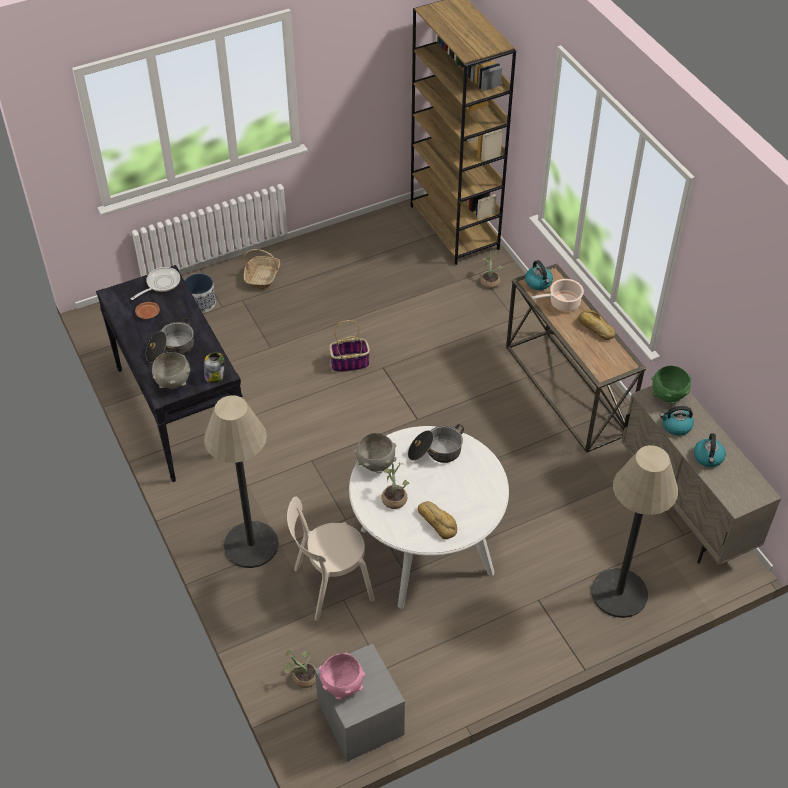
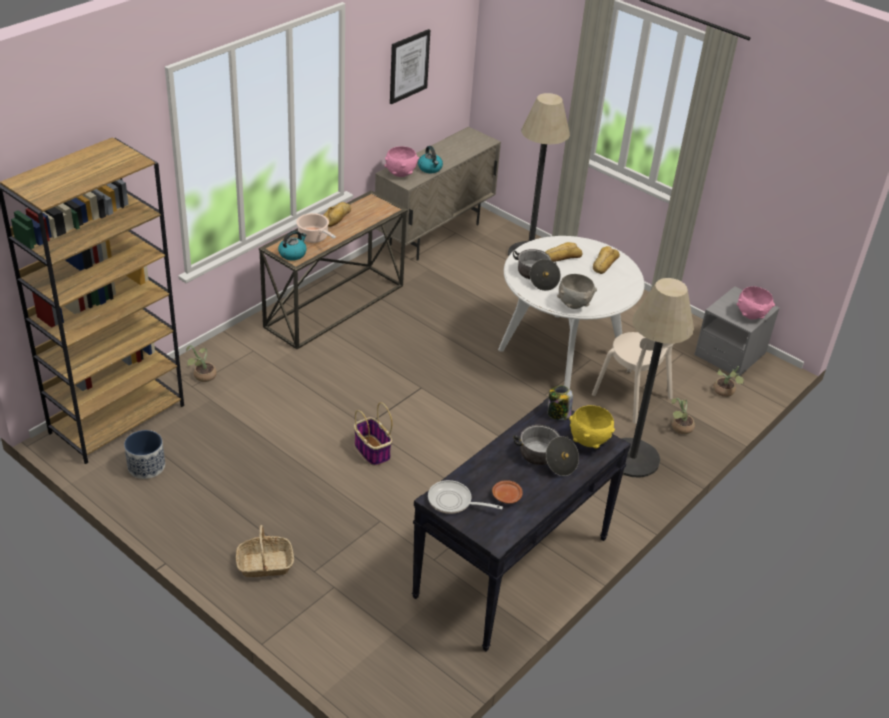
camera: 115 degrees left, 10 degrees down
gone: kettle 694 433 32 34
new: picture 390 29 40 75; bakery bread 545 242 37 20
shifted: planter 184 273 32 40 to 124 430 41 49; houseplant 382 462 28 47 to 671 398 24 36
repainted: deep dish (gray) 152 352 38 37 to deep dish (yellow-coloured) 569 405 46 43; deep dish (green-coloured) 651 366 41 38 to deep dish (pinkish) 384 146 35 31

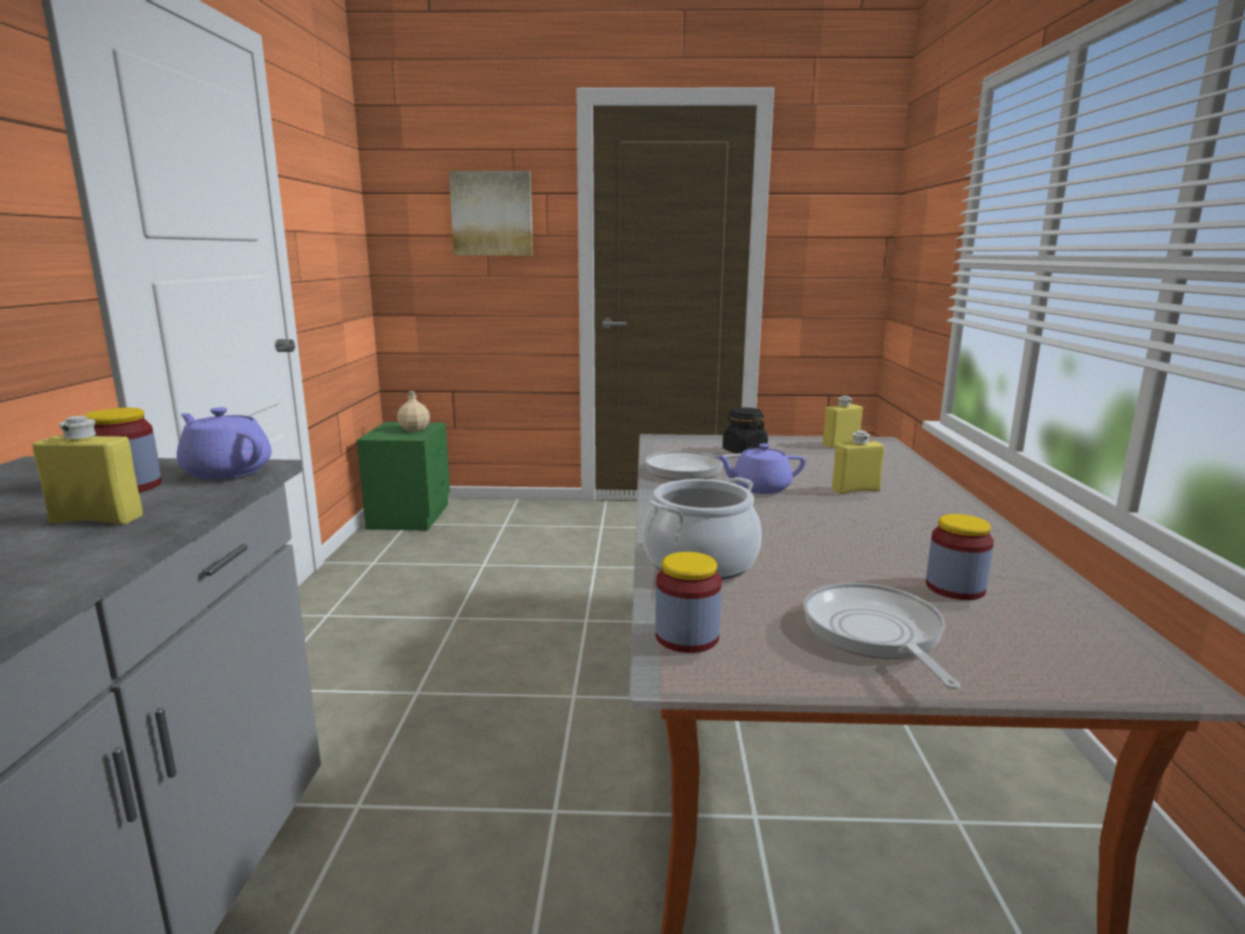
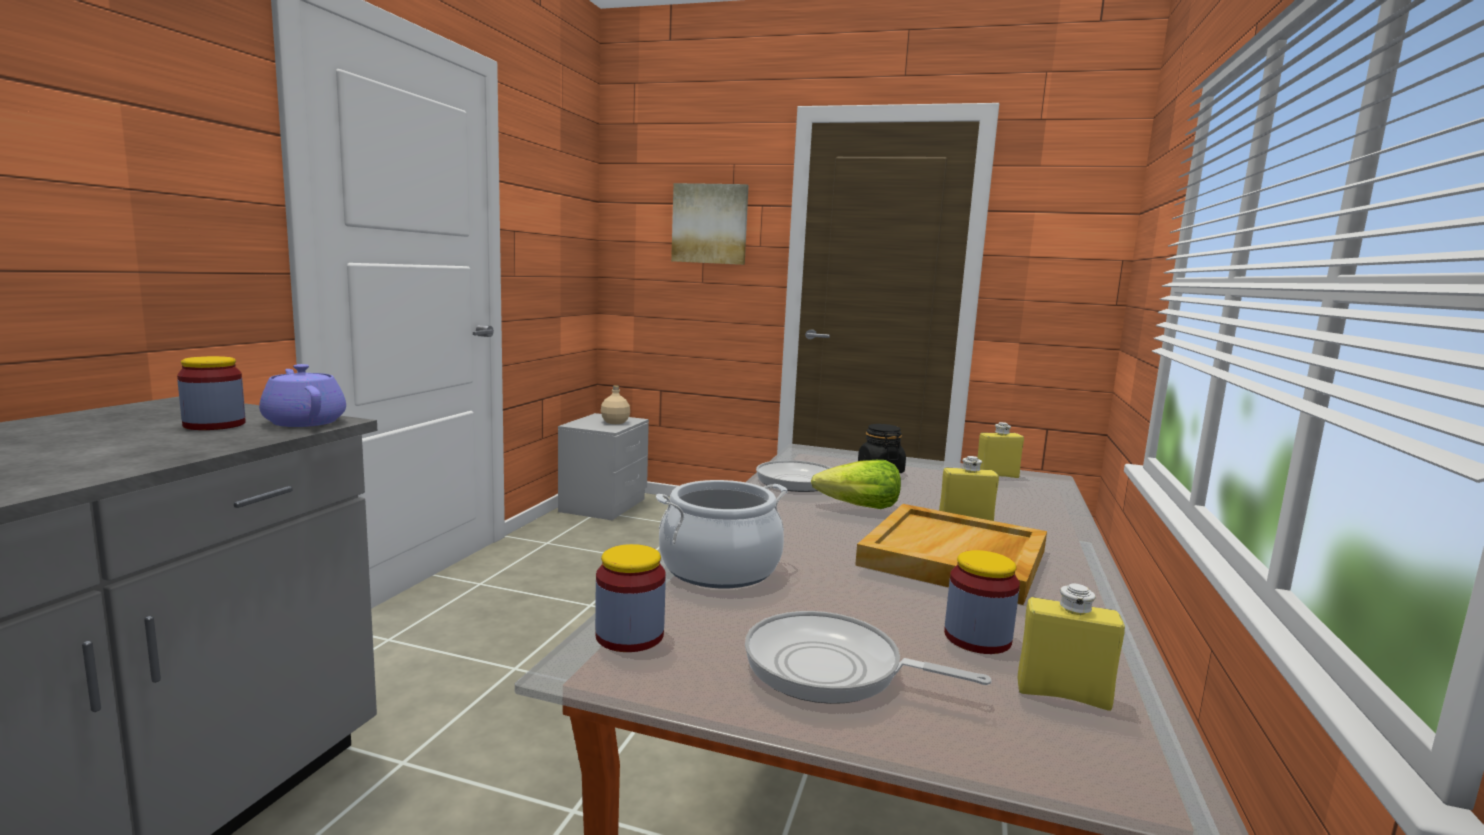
camera: 15 degrees right, 5 degrees down
new: tray (beige) 855 504 192 101
shifted: bottle (yellow-coloured) 32 416 111 108 to 1017 584 108 127
swapped: tea pot (purplish) 716 443 89 51 to lettuce head 811 460 90 49
repainted: nightstand (green-coloured) 357 422 93 109 to nightstand (gray) 558 413 91 107
rotated: skillet 803 583 157 106 = 745 611 247 93 75 degrees counterclockwise

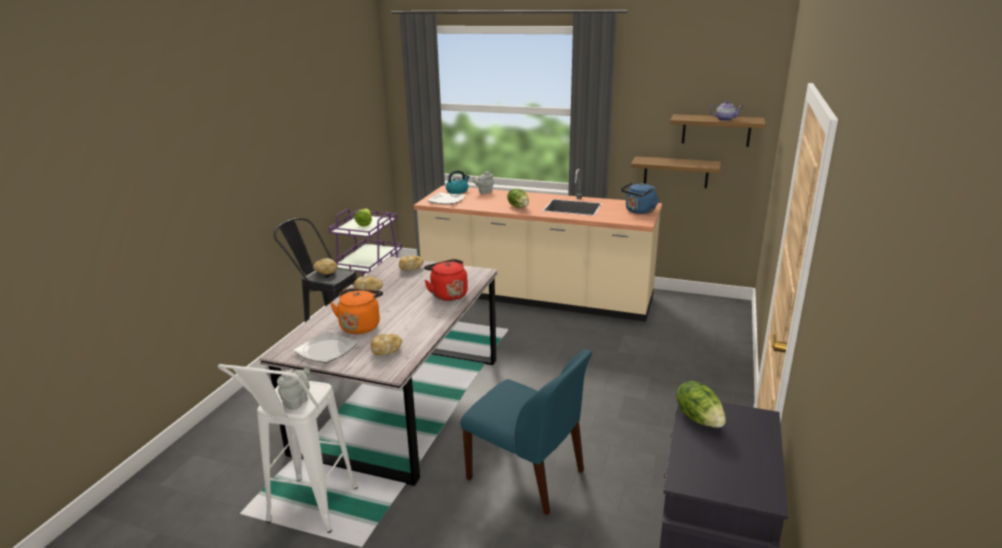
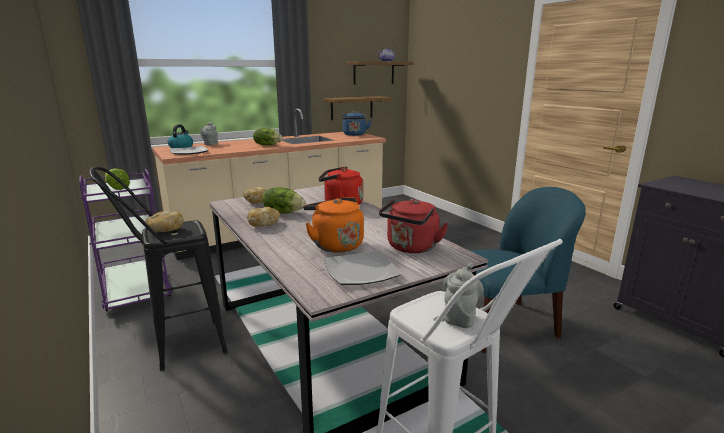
camera: 50 degrees left, 5 degrees down
shifted: lettuce head 676 381 50 47 to 262 187 43 26
swapped: bakery bread 371 334 31 21 to kettle (red) 379 199 70 54
rotated: tea pot (gray) 277 364 33 46 = 443 263 41 65 45 degrees clockwise

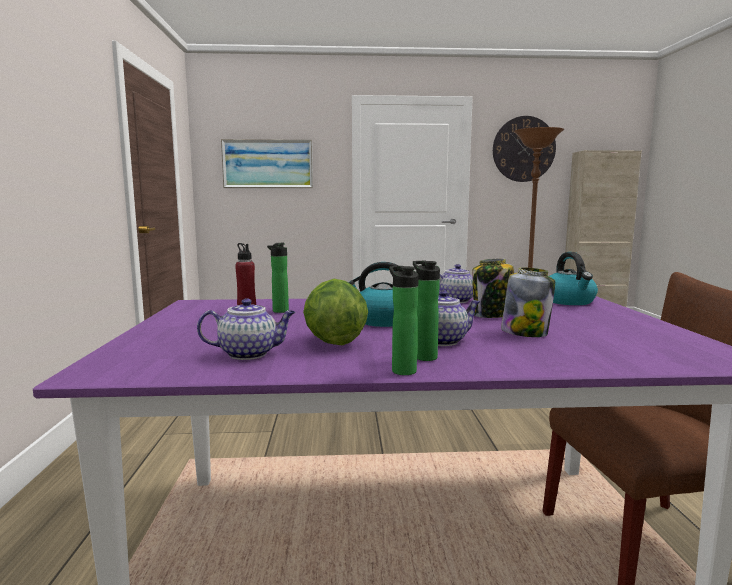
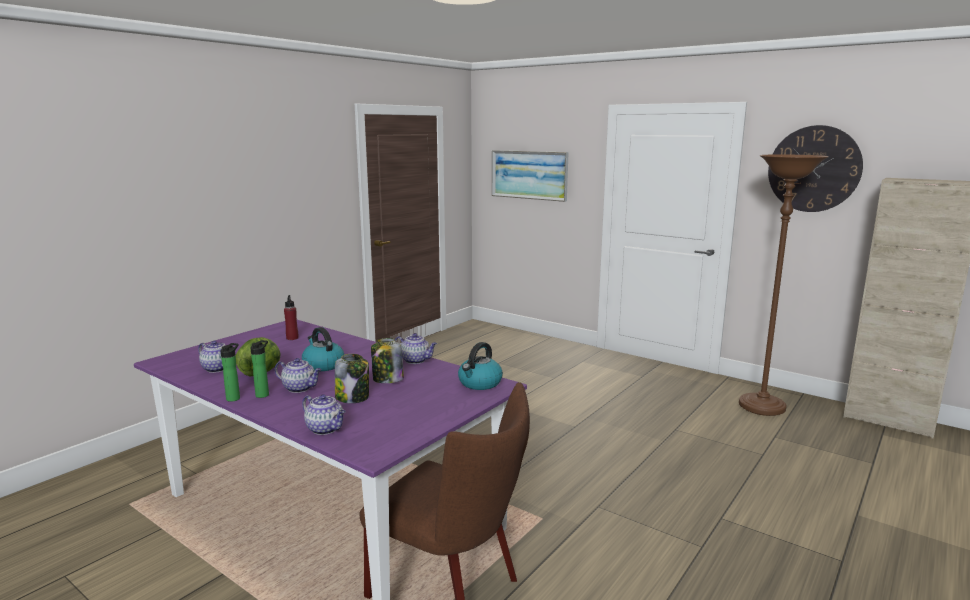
camera: 40 degrees right, 5 degrees up
gone: bottle 267 243 22 70
new: tea pot 302 394 44 41

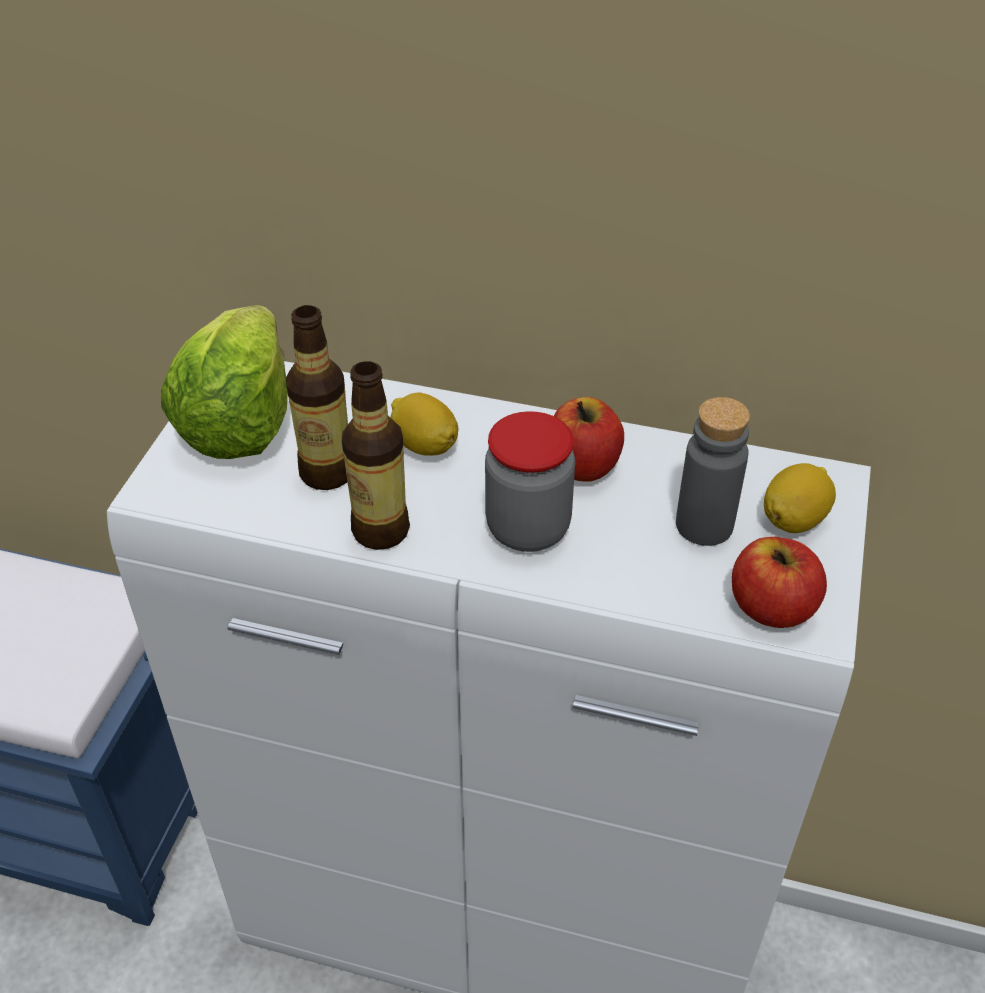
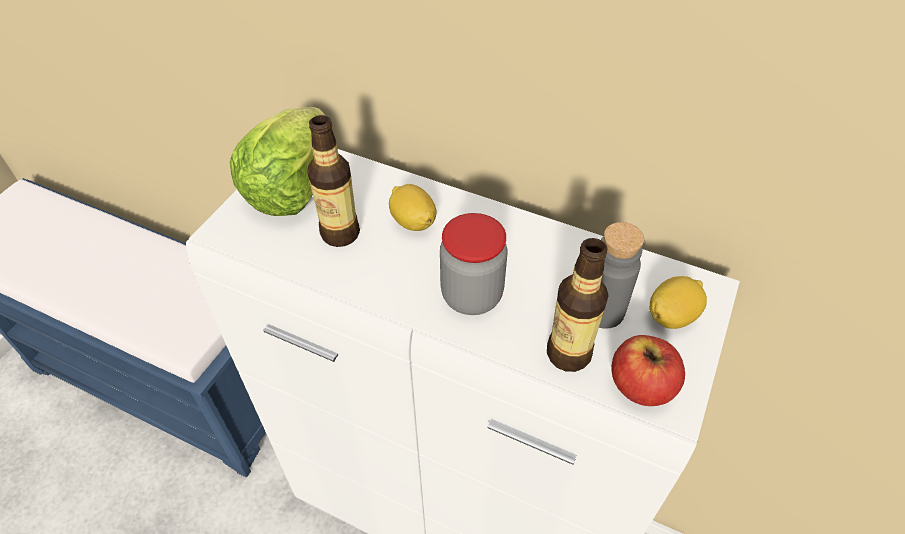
camera: 10 degrees right, 5 degrees up
gone: apple 554 397 70 85
shifted: bottle 342 361 68 189 to 547 238 62 134

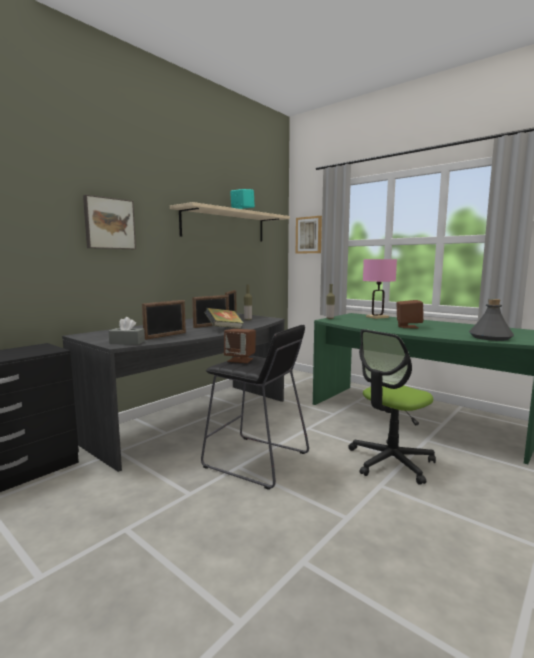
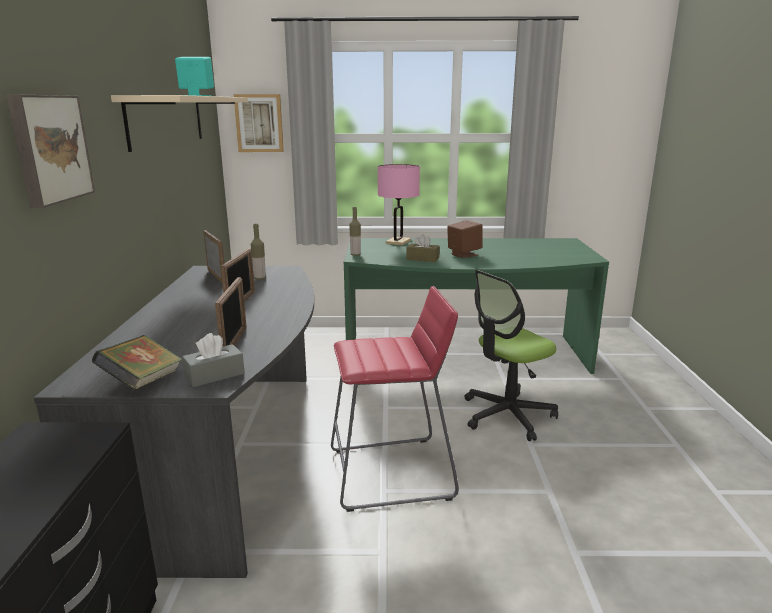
camera: 40 degrees left, 10 degrees up
gone: loudspeaker (brownish) 224 329 32 34; bottle (gray) 469 299 45 42
new: tissue box (brownish) 406 234 33 28
shifted: book 204 308 40 21 to 92 335 90 55
repainted: sitting stool (black) 201 325 108 165 to sitting stool (red) 331 286 128 226
rotated: computer chair 348 329 88 156 = 464 270 94 171 45 degrees clockwise

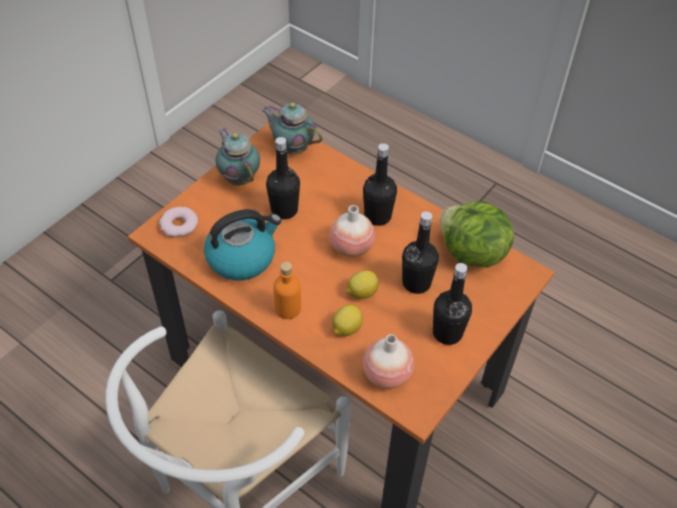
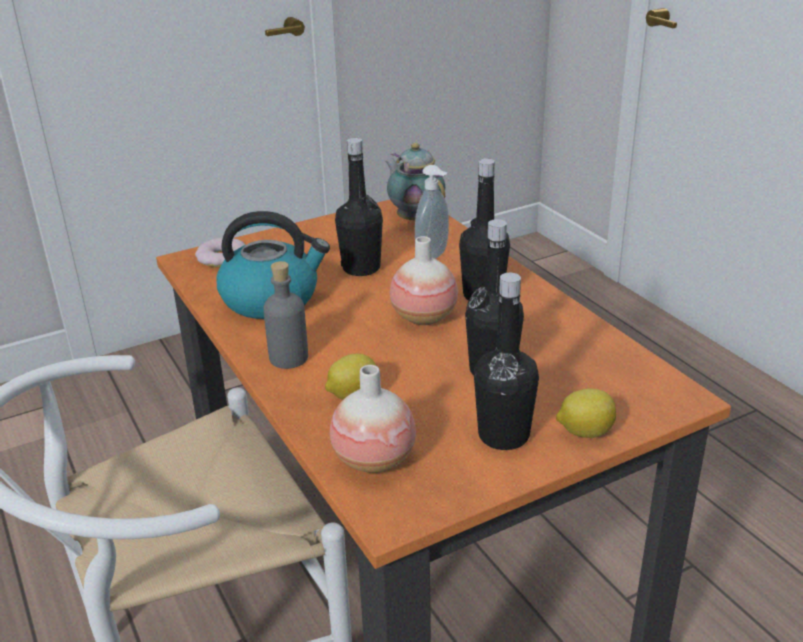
camera: 25 degrees right, 20 degrees down
gone: tea pot 216 128 44 57; lettuce head 440 201 74 67
new: soap dispenser 415 165 34 94
shifted: whole lemon 346 270 33 29 to 556 389 60 49
repainted: bottle (orange) 274 262 27 57 to bottle (gray) 263 261 45 108

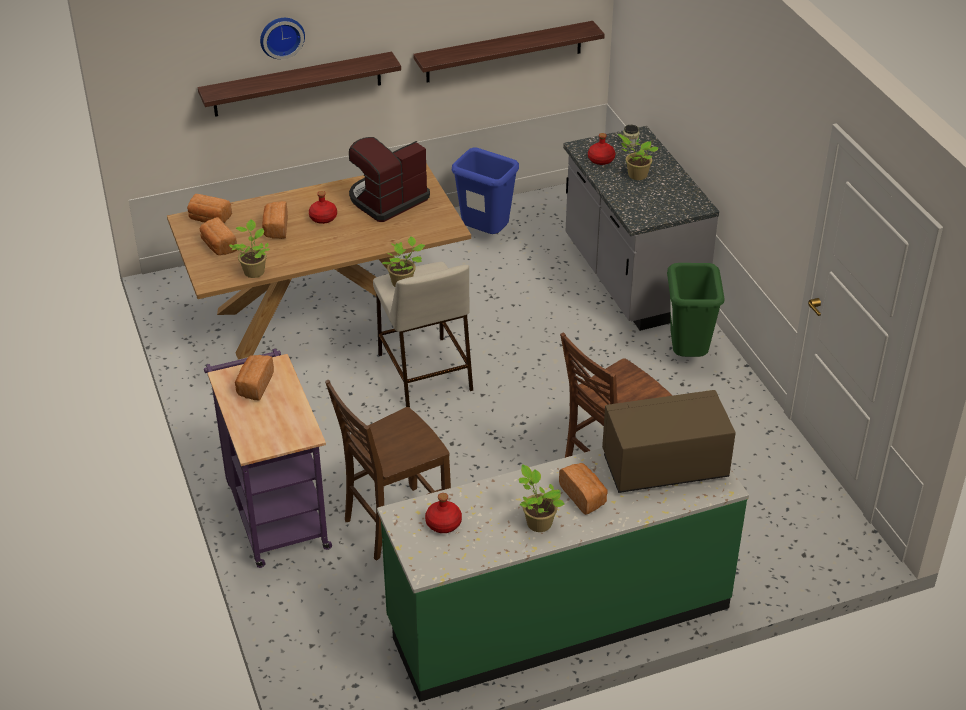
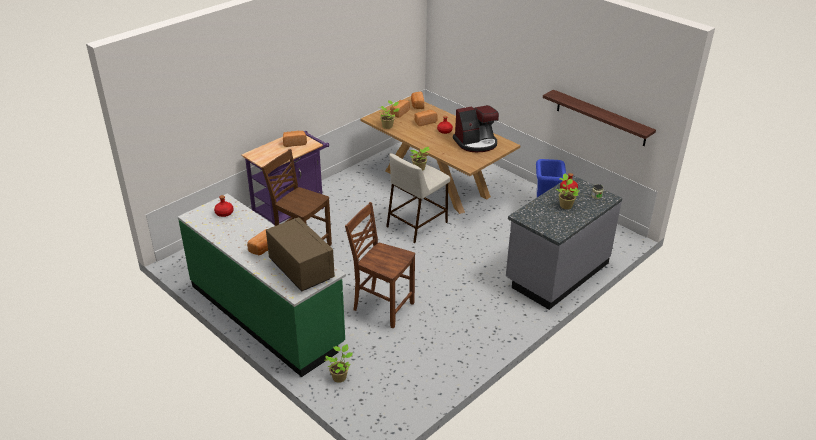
camera: 65 degrees right, 5 degrees down
gone: bracket shelf 198 52 203 65; hanging clock 260 18 45 41; waste bin (green-coloured) 667 263 58 94
shifted: houseplant 519 465 46 67 to 324 344 29 39
rotated: coffee maker 349 137 81 85 = 453 105 46 47 135 degrees clockwise

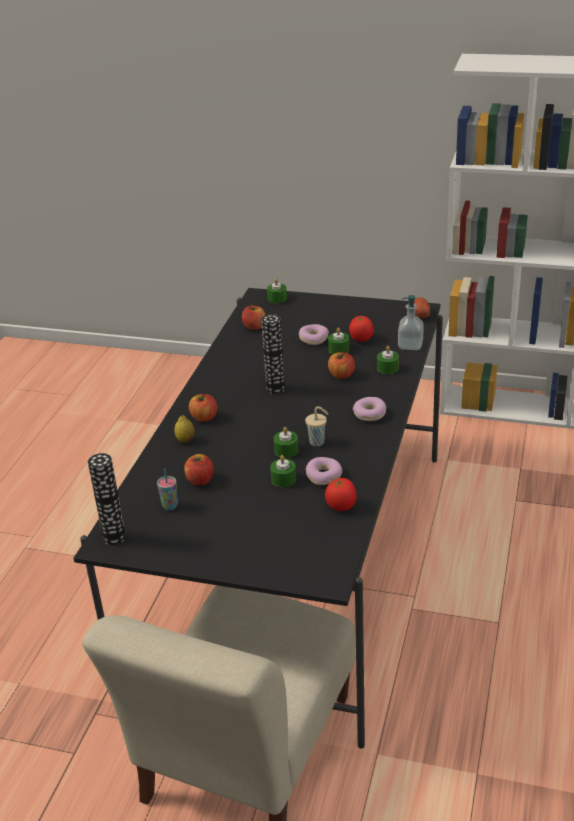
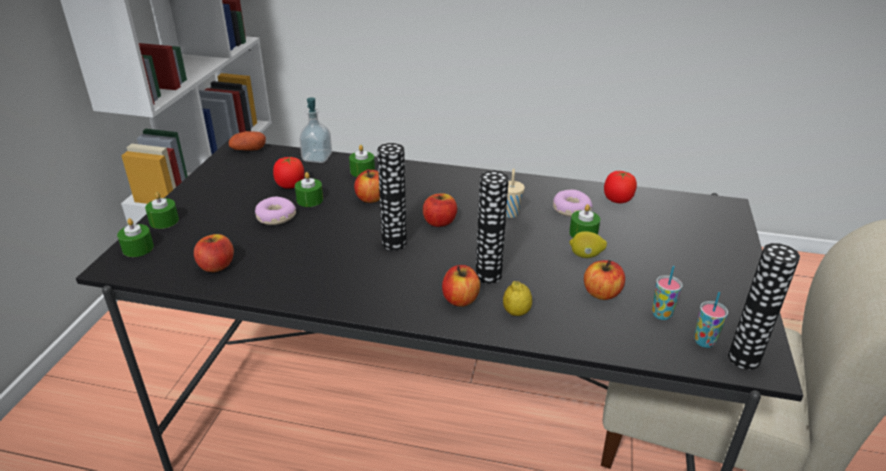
camera: 95 degrees left, 0 degrees up
gone: donut 353 397 33 24
new: apple 423 193 34 34; vase 476 171 33 113; whole lemon 570 231 37 27; small cup 694 292 34 56
shifted: candle (green-coloured) 274 427 25 31 to 145 192 34 37

